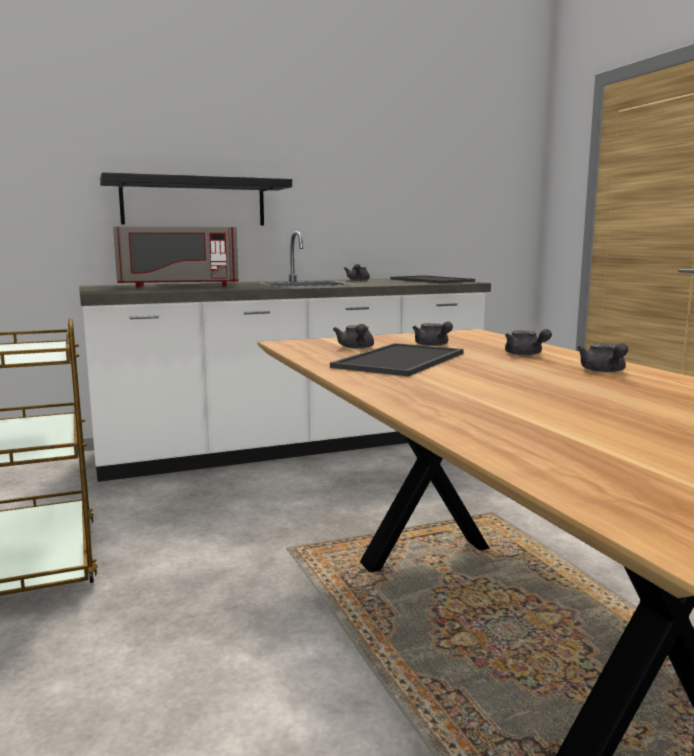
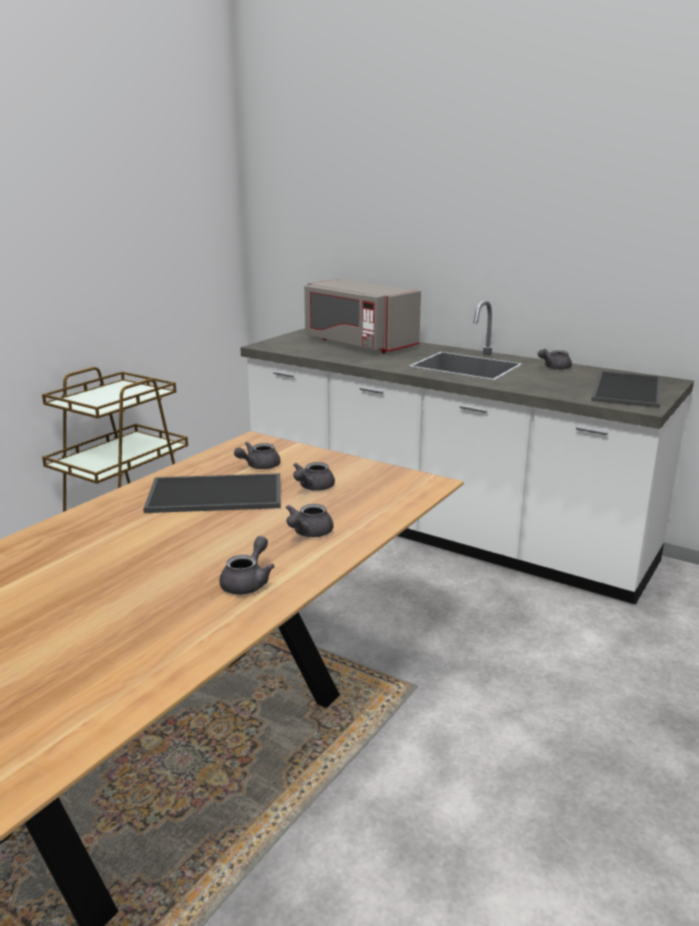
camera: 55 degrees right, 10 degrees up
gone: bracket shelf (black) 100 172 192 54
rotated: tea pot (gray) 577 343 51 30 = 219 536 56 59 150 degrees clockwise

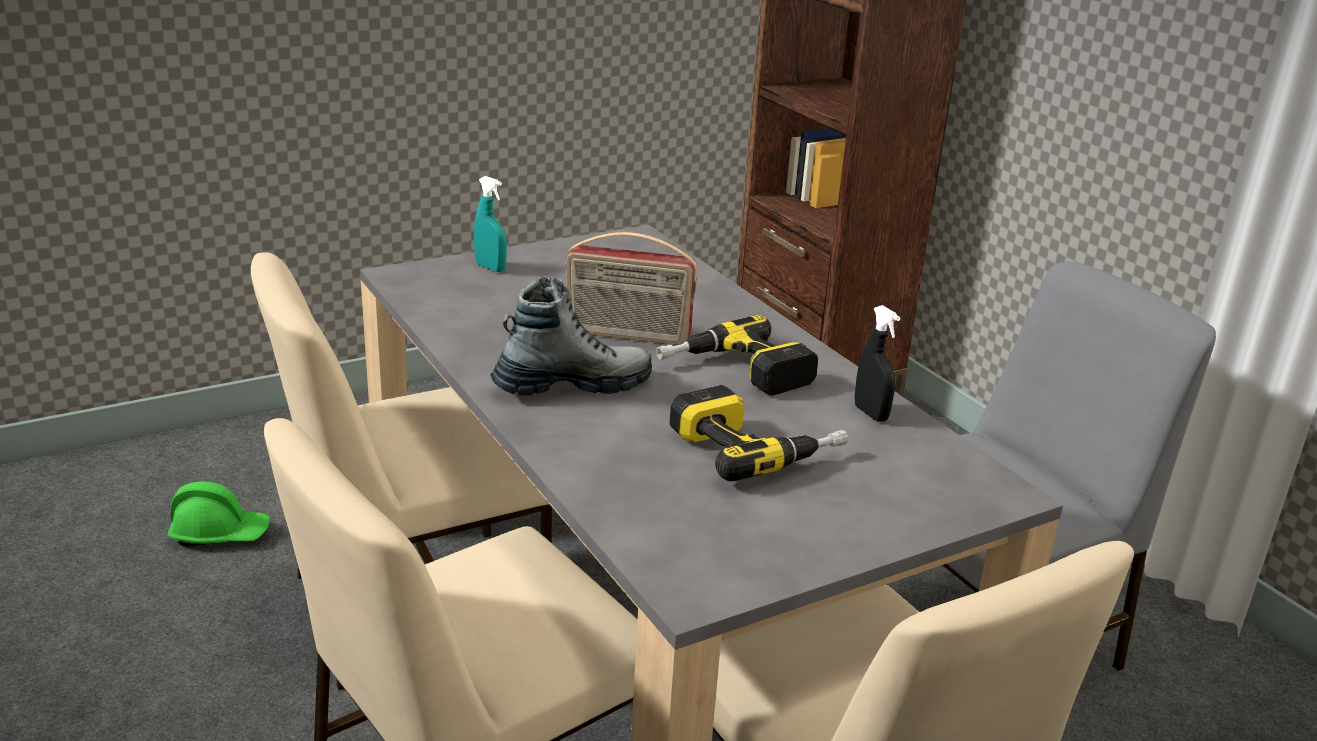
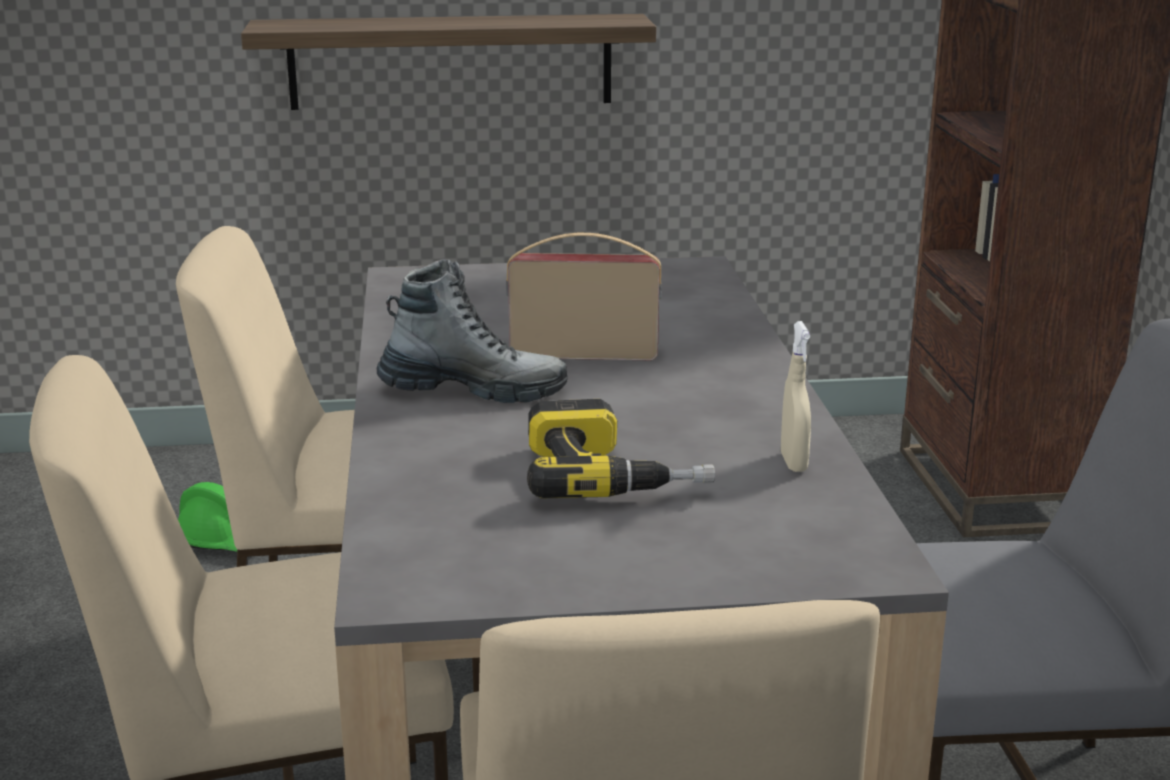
camera: 25 degrees right, 5 degrees down
gone: hand sprayer (turquoise-coloured) 474 176 33 96; power drill 656 315 162 81
new: bracket shelf 241 14 415 96
repainted: hand sprayer (black) 855 305 45 117 to hand sprayer (beige) 781 321 30 151
rotated: radio receiver 566 232 131 113 = 506 233 156 127 150 degrees clockwise

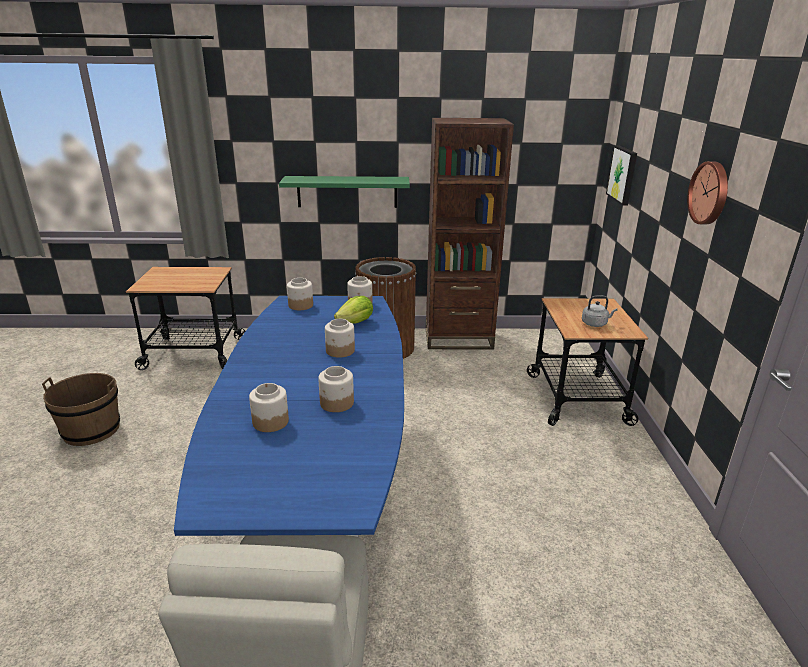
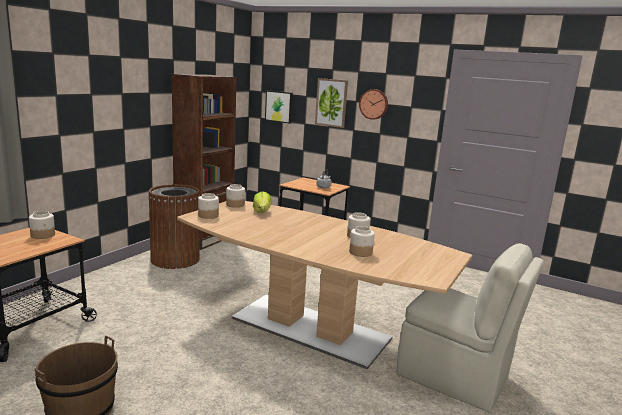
camera: 60 degrees left, 10 degrees down
gone: bracket shelf (green-coloured) 279 176 131 32
new: picture 315 78 33 50
shifted: storage jar 325 319 30 38 to 29 211 26 28
repainted: kitchen table (blue-coloured) 174 296 230 241 to kitchen table (brownish) 177 201 295 168

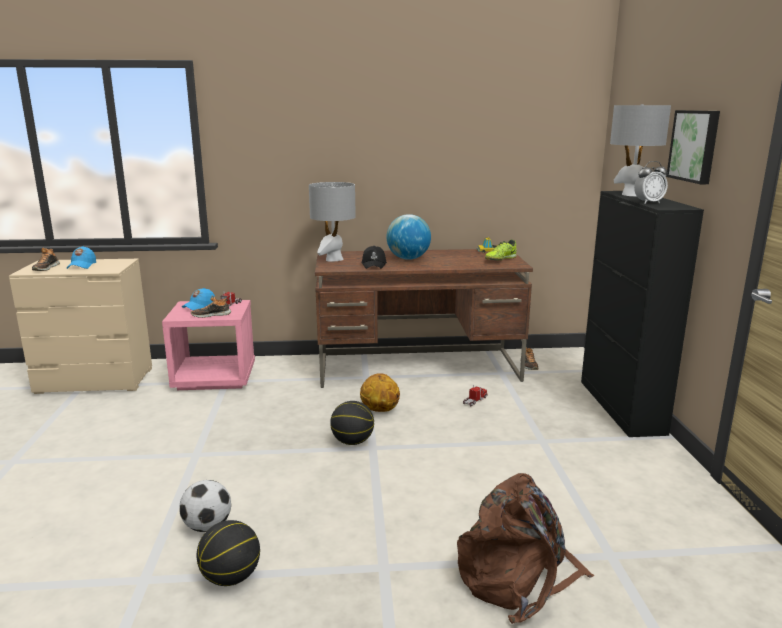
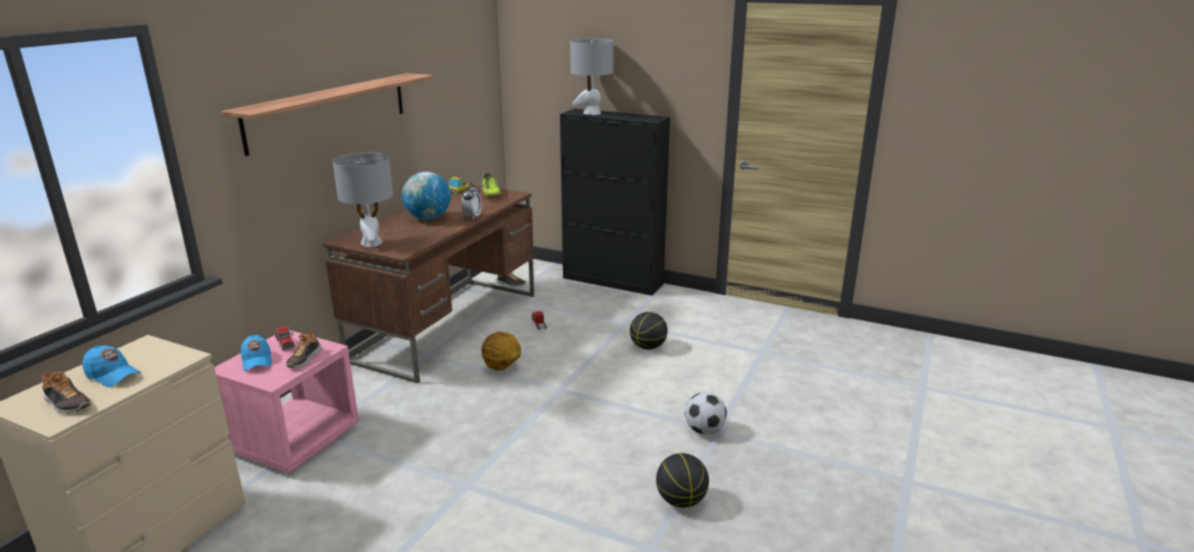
camera: 60 degrees left, 5 degrees up
gone: baseball cap (black) 362 246 25 23; backpack (brownish) 457 473 137 151; picture 666 110 54 74
new: bracket shelf 221 73 212 83
shifted: ball for football 179 480 52 52 to 685 392 42 43; basketball ball 330 401 44 44 to 630 312 38 38; table clock 634 161 34 43 to 461 183 21 37

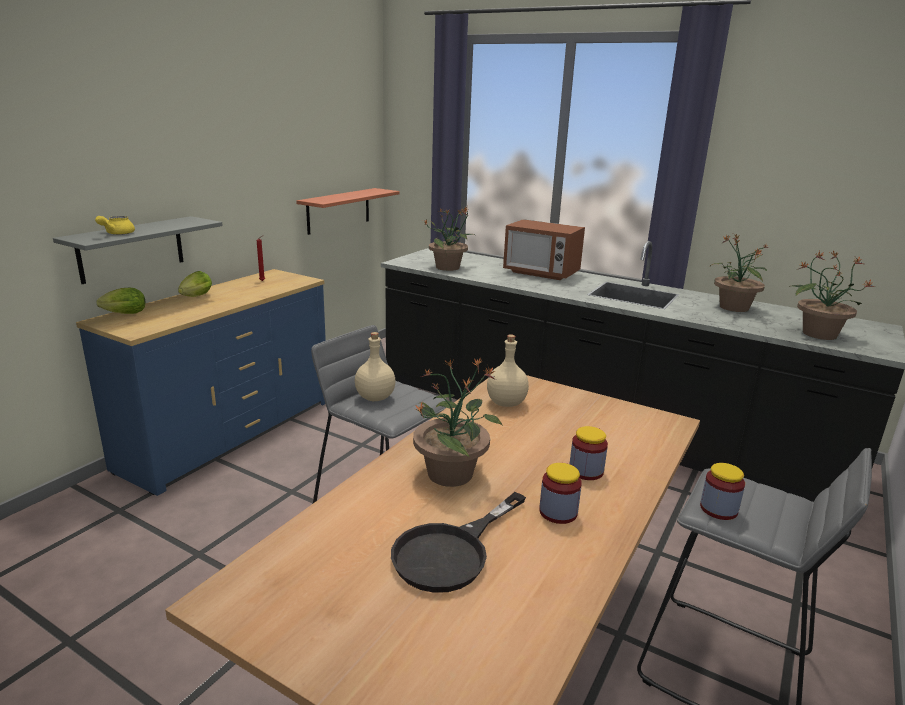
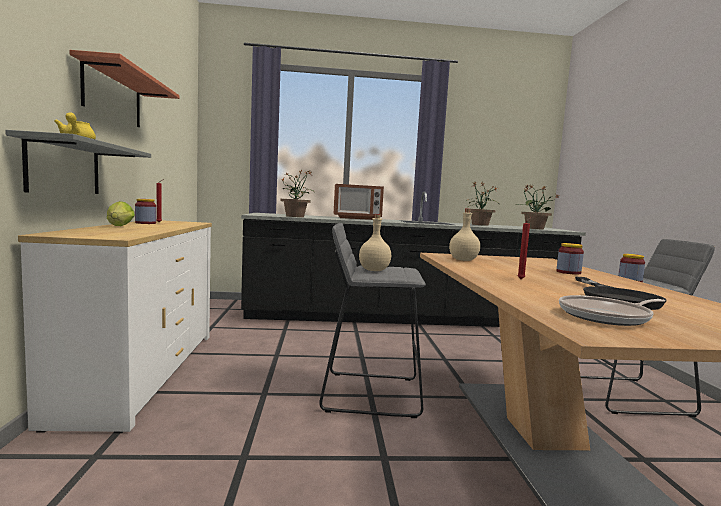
camera: 35 degrees left, 15 degrees down
gone: lettuce head 97 288 48 26
new: skillet 559 295 106 31
shifted: bracket shelf 296 188 104 47 to 69 50 111 77; storage jar 539 463 43 61 to 135 199 21 25
swapped: houseplant 413 357 90 130 to candle (red) 517 217 14 62
repainted: chest of drawers (blue-coloured) 76 269 250 227 to chest of drawers (white) 18 220 194 213

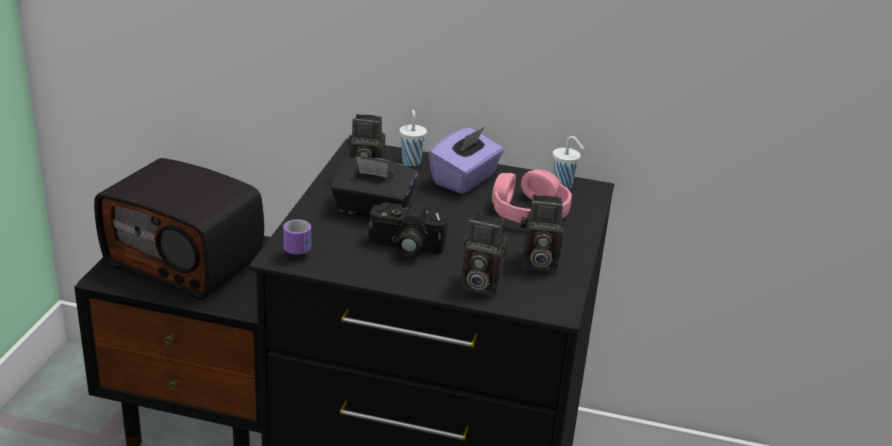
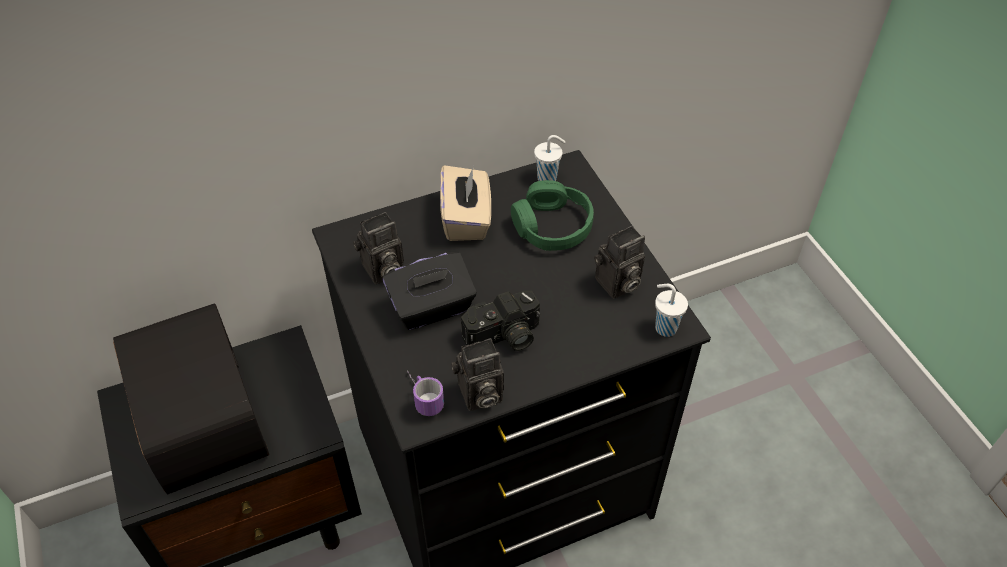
camera: 35 degrees left, 20 degrees up
shifted: small cup (white) 399 110 28 56 to 655 284 33 53; photo camera 461 213 47 84 to 451 338 53 73
repainted: tissue box (purplish) 429 127 75 67 to tissue box (beige) 440 165 51 76; headset (pinkish) 492 169 80 54 to headset (green-coloured) 511 180 83 71
rotated: radio receiver 94 158 170 142 = 113 304 156 190 105 degrees counterclockwise

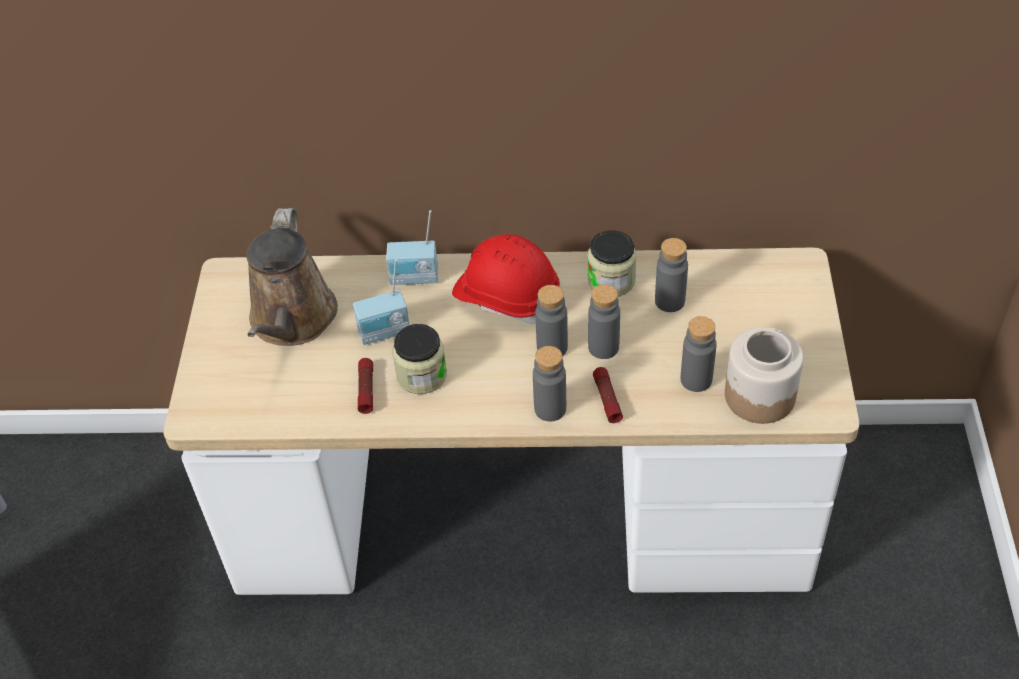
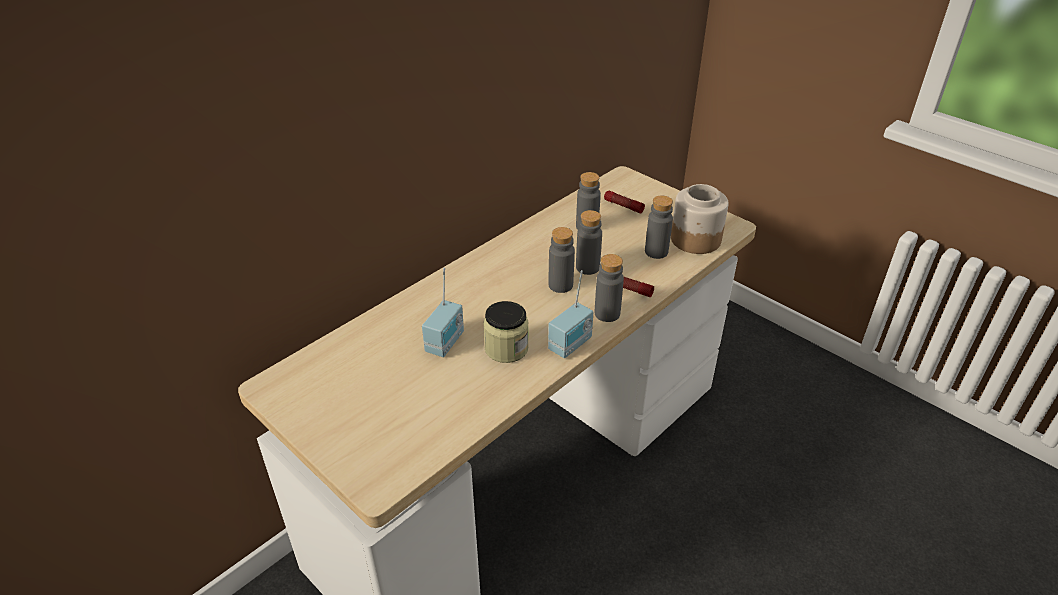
camera: 50 degrees left, 10 degrees down
gone: watering can (brownish) 246 208 92 138; work helmet (red) 452 234 108 91; storage jar 588 230 49 67
shifted: hand torch 358 358 15 56 to 604 191 41 22; radio receiver 386 210 52 75 to 548 270 45 88

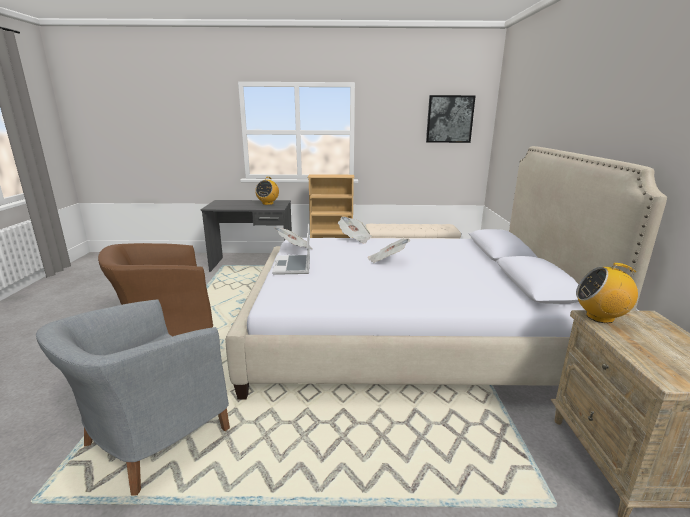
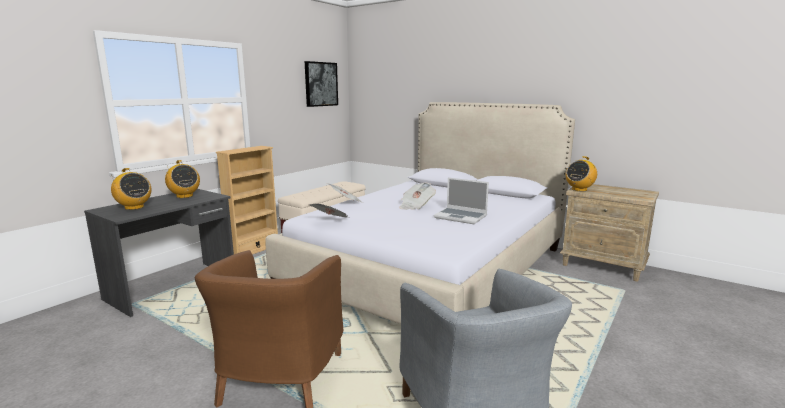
camera: 55 degrees left, 5 degrees down
new: radio receiver 111 168 41 42
shifted: laptop 272 224 38 51 to 433 178 56 46

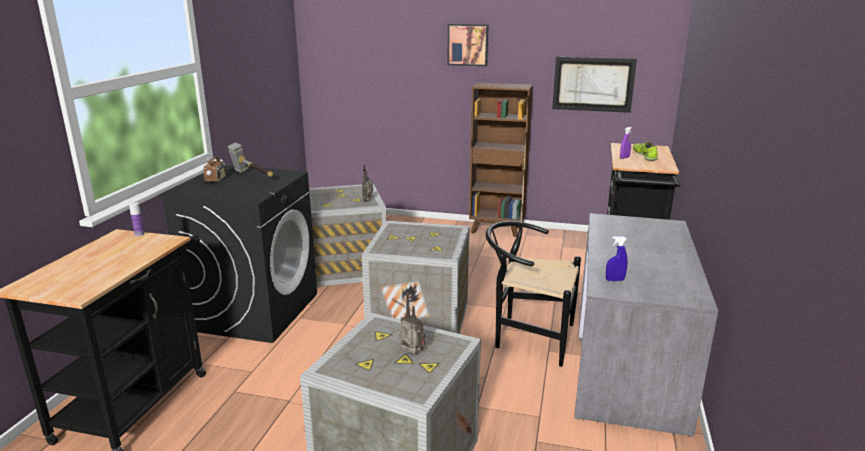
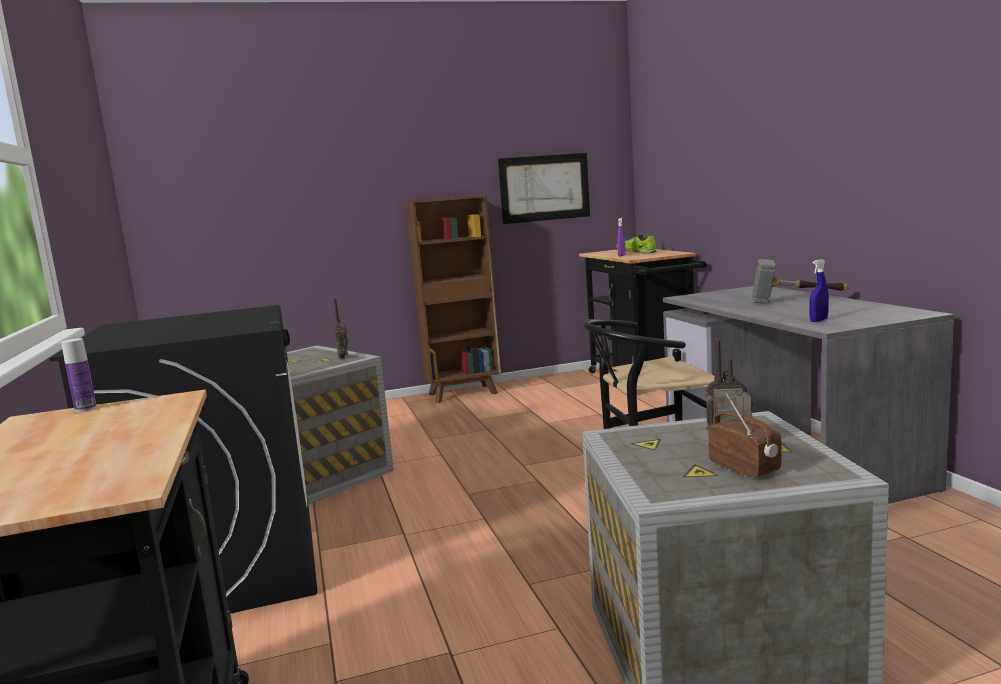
camera: 30 degrees left, 10 degrees down
gone: crate 362 221 108 113; picture 447 24 42 42
shifted: radio receiver 203 149 23 33 to 708 393 74 85; hand hammer 228 142 45 35 to 752 259 97 45

